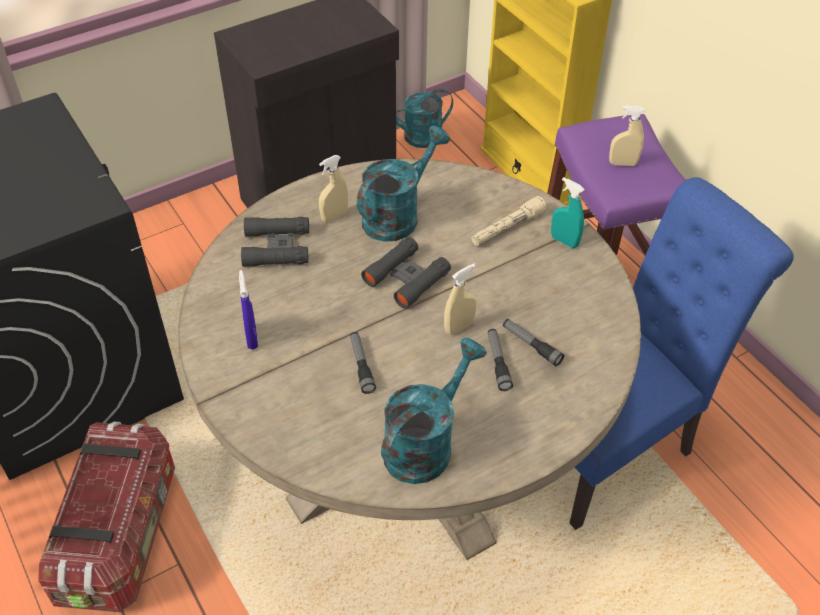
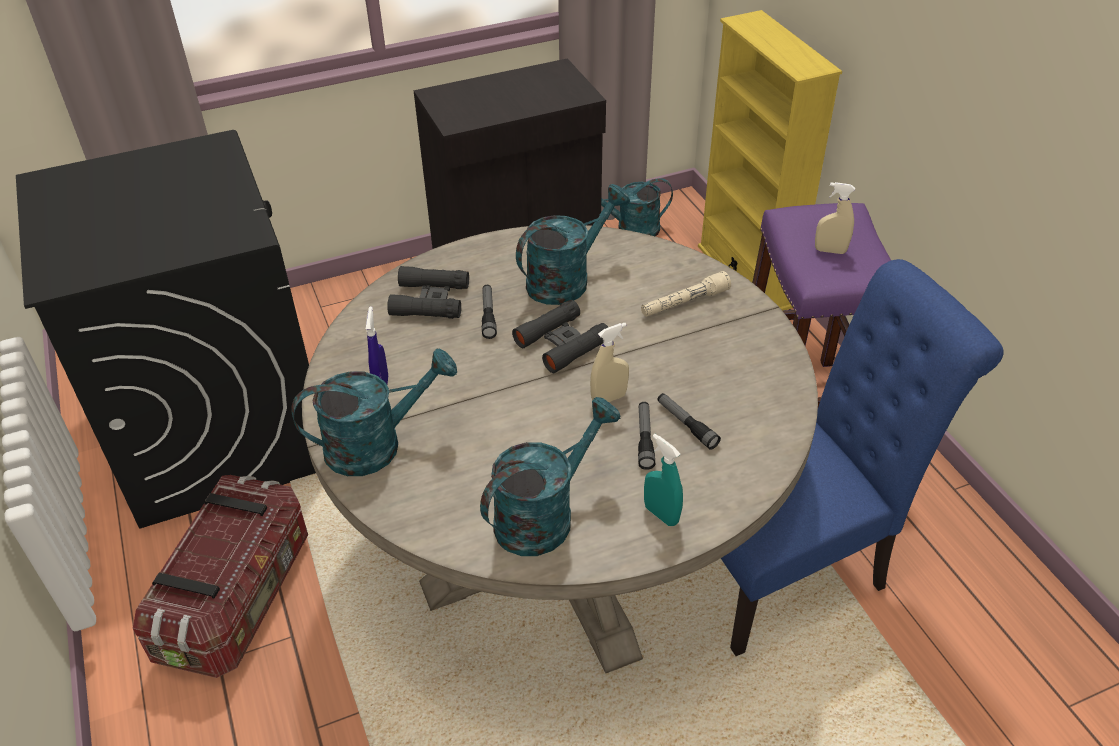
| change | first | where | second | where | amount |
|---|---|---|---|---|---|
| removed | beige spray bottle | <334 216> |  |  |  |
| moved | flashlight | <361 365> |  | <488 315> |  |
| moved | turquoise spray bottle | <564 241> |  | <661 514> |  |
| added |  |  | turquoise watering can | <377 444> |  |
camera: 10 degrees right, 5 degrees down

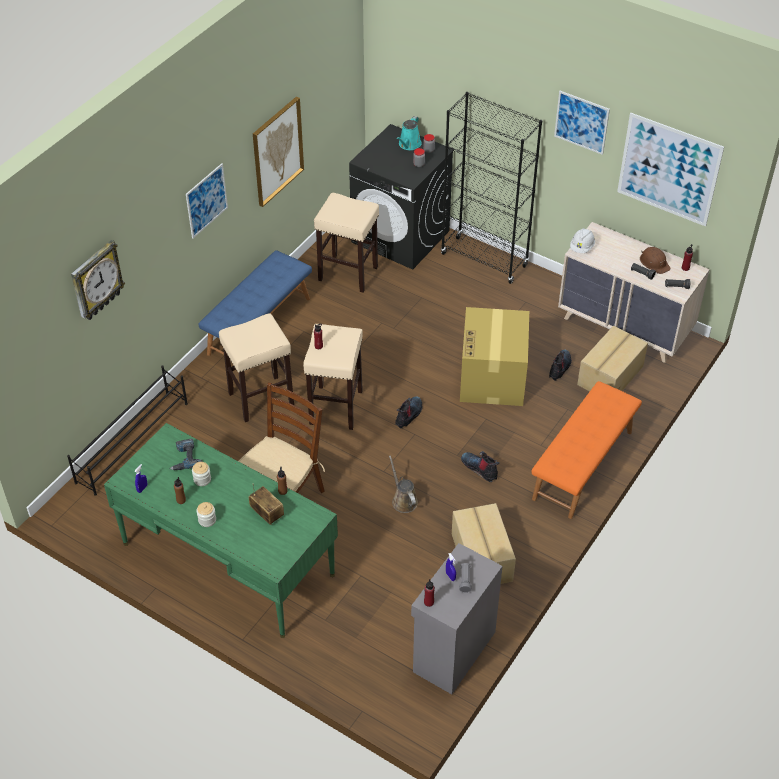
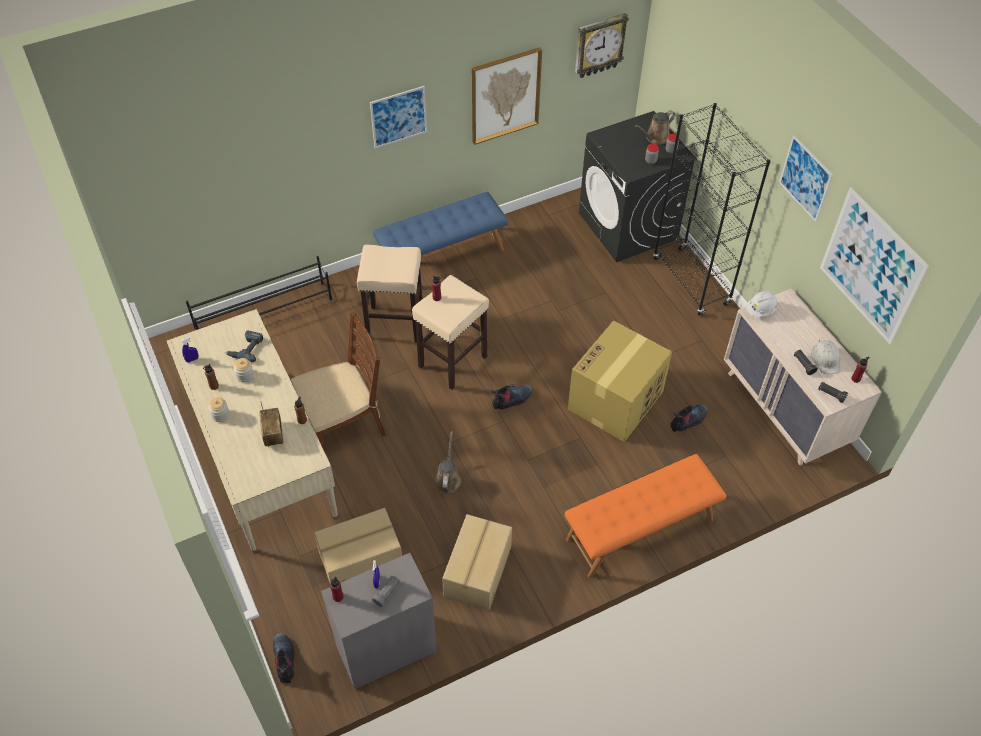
| change | first | where | second | where | amount |
|---|---|---|---|---|---|
| moved | wall clock | <96 281> |  | <599 45> |  |
| recoloured | green desk | <228 559> | beige desk | <262 457> |  |
| removed | beige stool | <349 273> |  |  |  |
| recoloured | turquoise watering can | <409 145> | brown watering can | <655 138> |  |
| moved | boot | <480 469> |  | <285 660> |  |
| moved | cardboard box | <609 375> |  | <360 558> |  |
| recoloured | brown hard hat | <654 263> | white hard hat | <825 359> |  |
camera: 30 degrees right, 5 degrees up

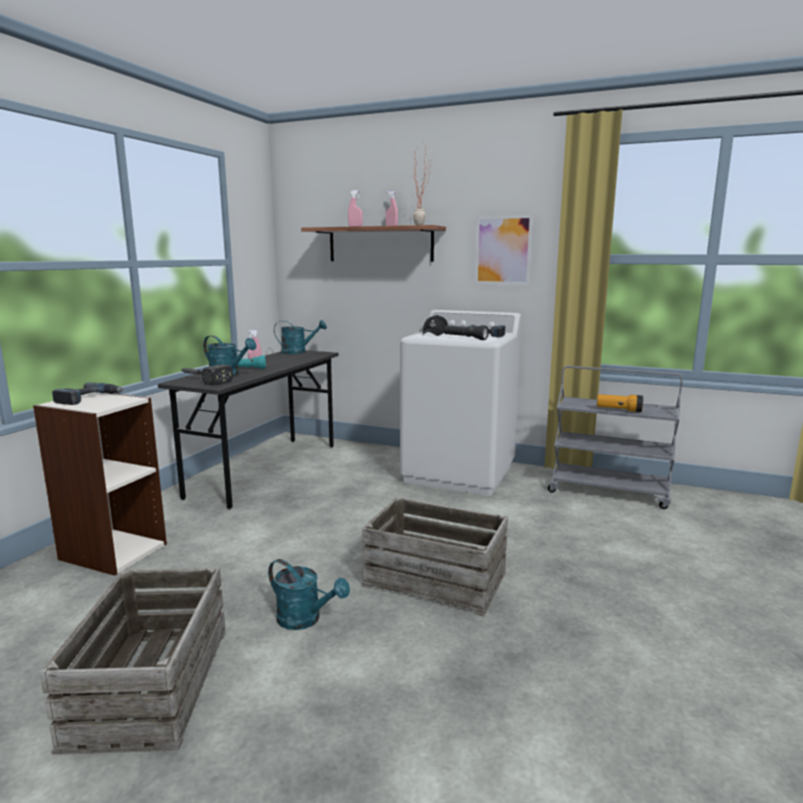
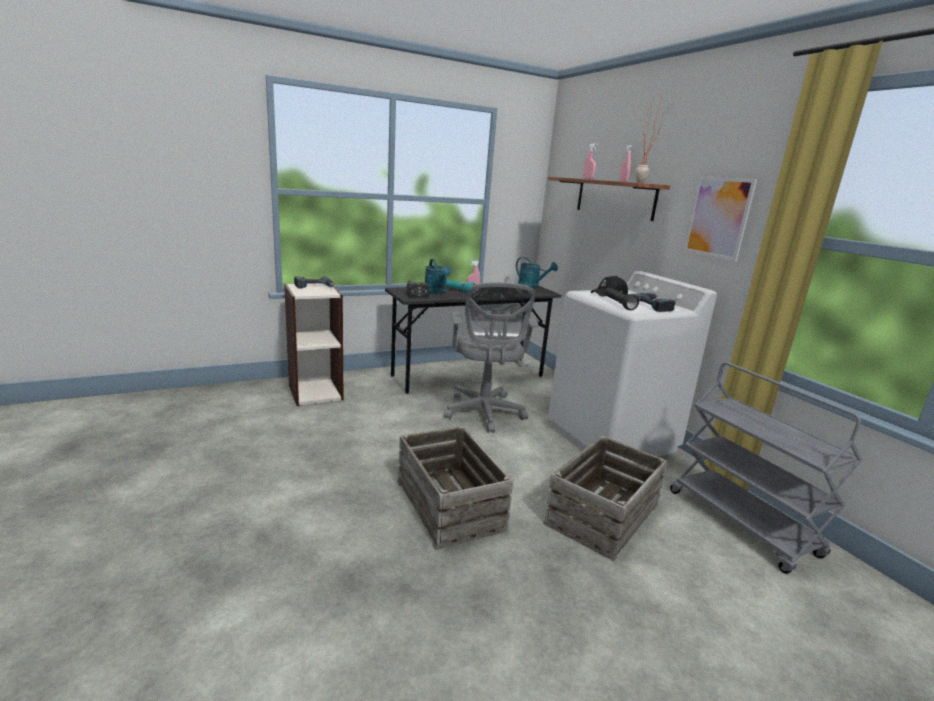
| change | first | where | second | where | amount |
|---|---|---|---|---|---|
| moved | crate | <152 685> |  | <603 515> |  |
| removed | turquoise watering can | <305 619> |  |  |  |
| removed | flashlight | <619 410> |  |  |  |
| added |  |  | grey office chair | <484 413> |  |
camera: 40 degrees right, 5 degrees up

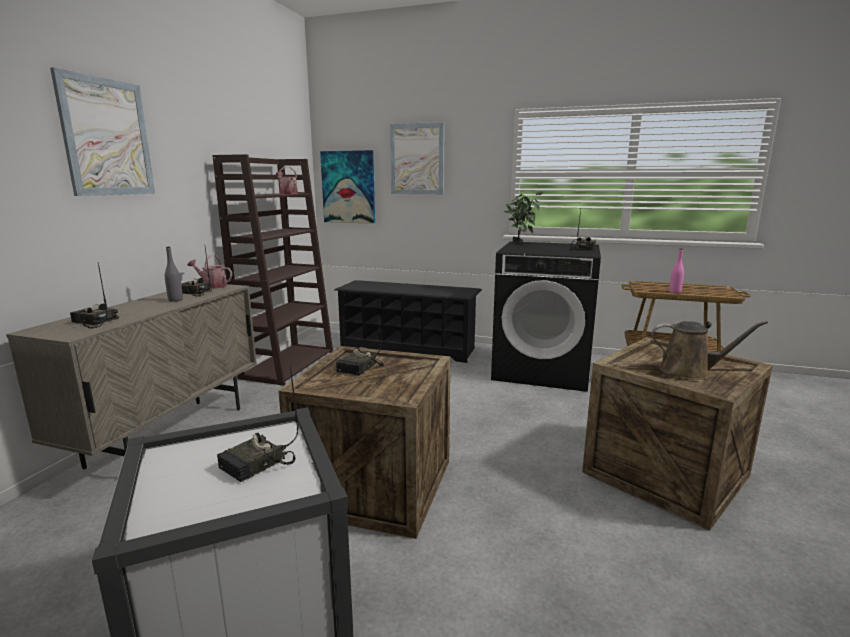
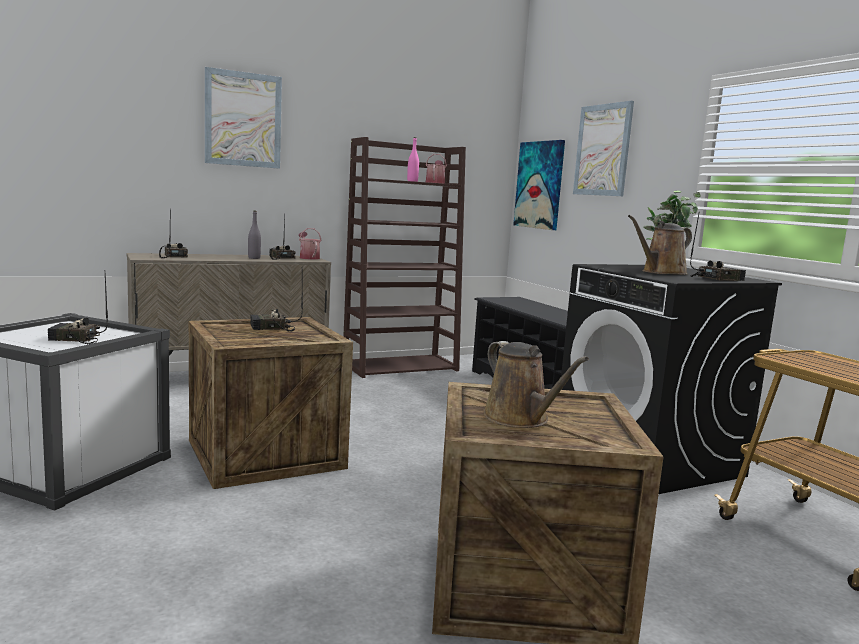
| change | first | where | second | where | amount |
|---|---|---|---|---|---|
| moved | pink bottle | <675 292> |  | <412 181> |  |
| added |  |  | brown watering can | <661 272> |  |
camera: 45 degrees right, 5 degrees down

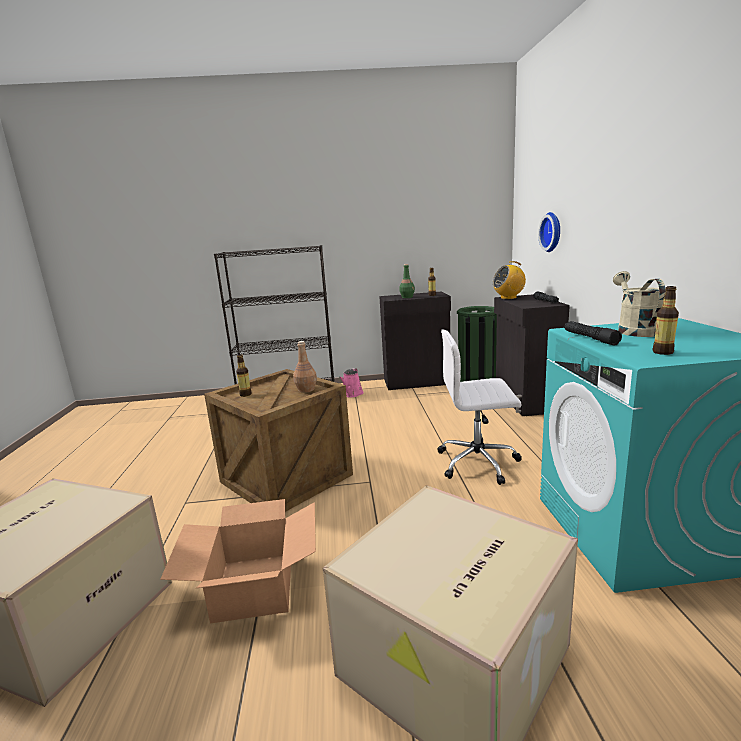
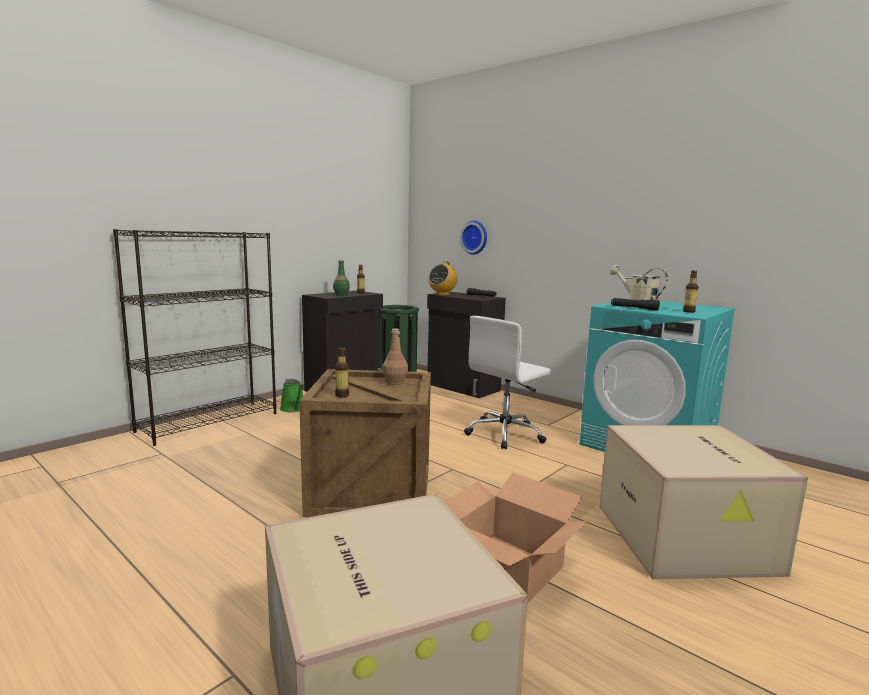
| change | first | where | second | where | amount |
|---|---|---|---|---|---|
| recoloured | pink watering can | <351 394> | green watering can | <294 409> |  |
camera: 45 degrees left, 5 degrees down

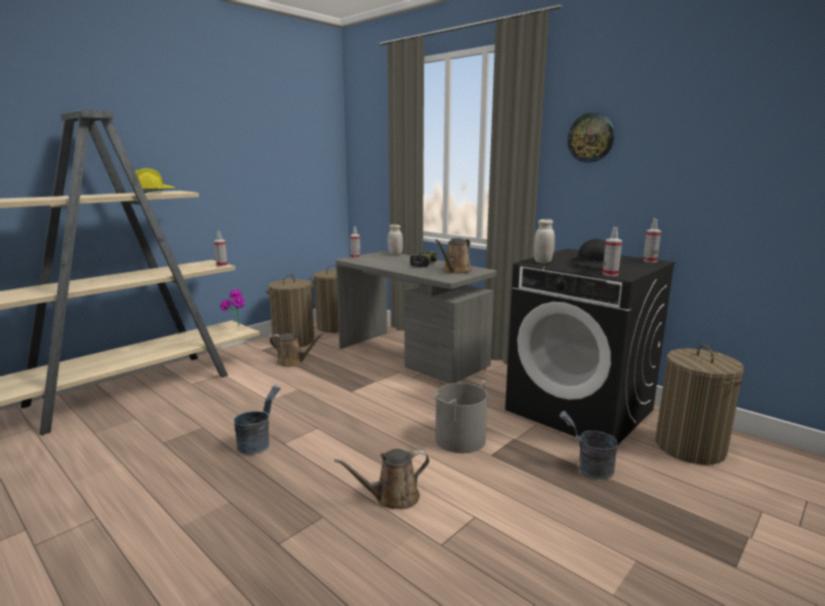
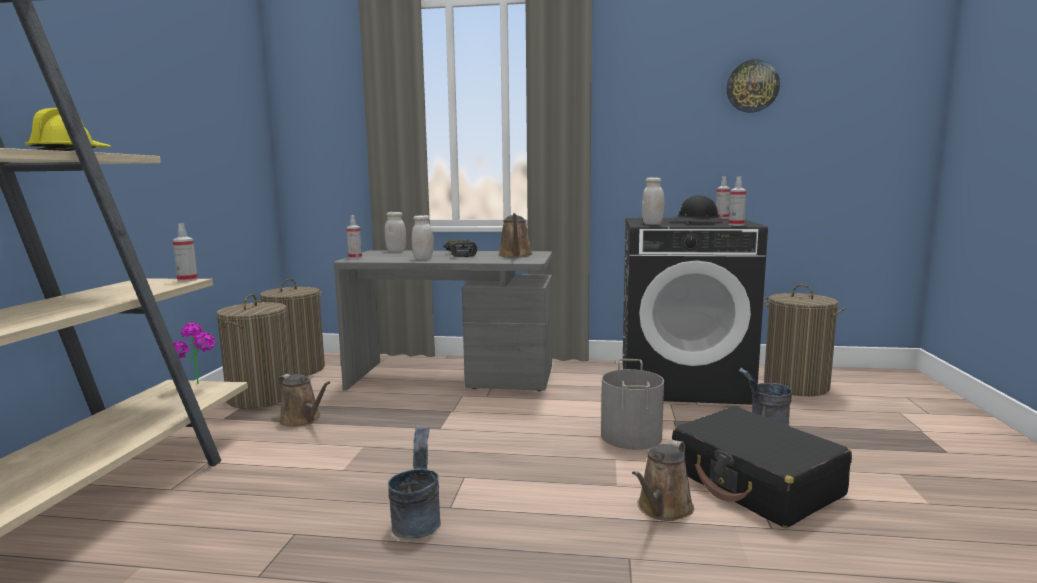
| change | first | where | second | where | amount |
|---|---|---|---|---|---|
| turned | brown watering can | <293 362> |  | <302 420> | 60 degrees clockwise |
| moved | wall clock | <591 138> |  | <752 86> |  |
| added |  |  | white jar | <423 258> |  |
| added |  |  | black suitcase | <755 483> |  |
camera: 35 degrees left, 5 degrees down

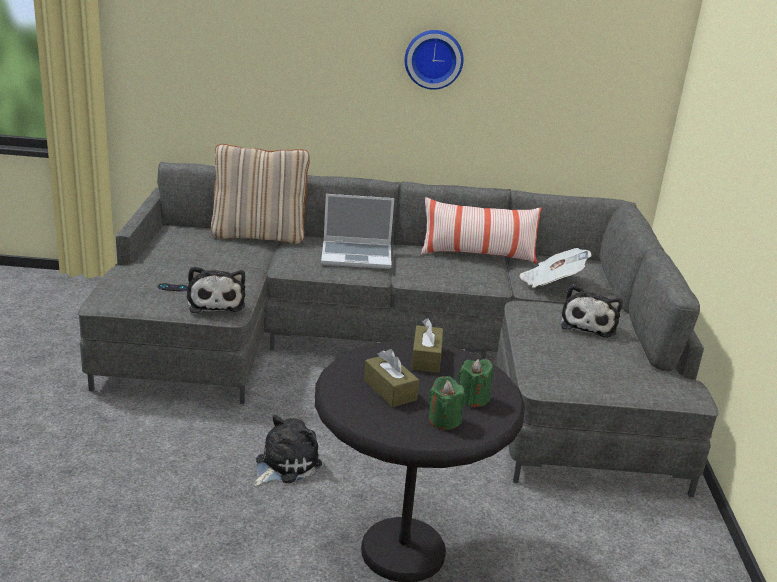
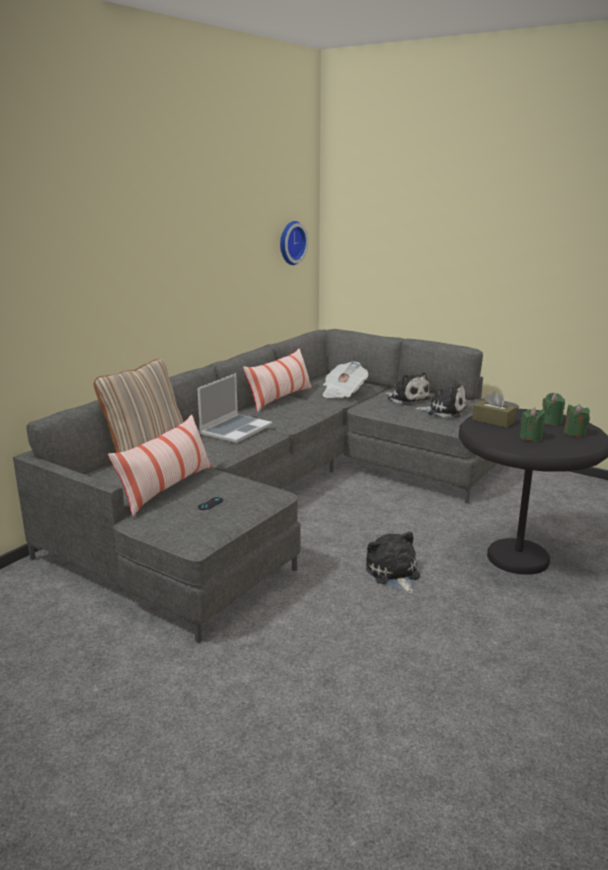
| change | first | where | second | where | amount |
|---|---|---|---|---|---|
| moved | plush toy | <216 302> |  | <444 411> |  |
| replaced | brown tissue box | <390 390> | green candle | <530 437> |  |
| moved | wall clock | <433 59> |  | <290 243> |  |
| added |  |  | pillow | <167 488> |  |
camera: 55 degrees left, 5 degrees down

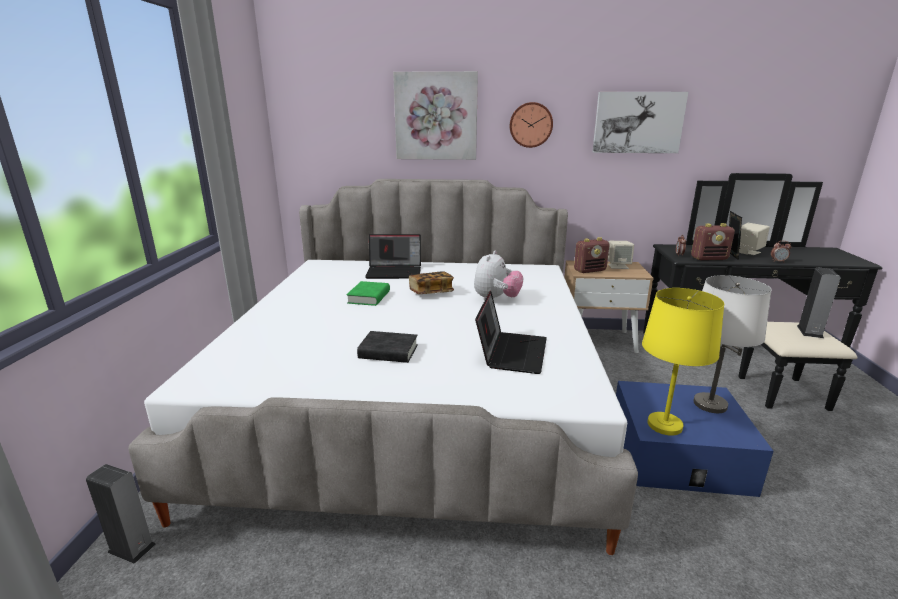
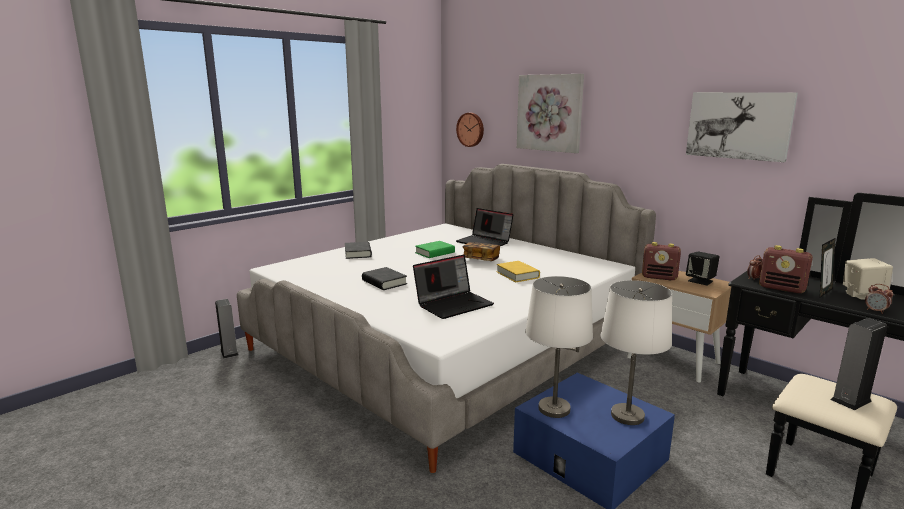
| change | first | where | second | where | amount |
|---|---|---|---|---|---|
| replaced | plush toy | <496 299> | yellow book | <517 275> |  |
| moved | wall clock | <530 125> |  | <471 129> |  |
| recoloured | beige speaker | <618 266> | black speaker | <700 281> |  |
| recoloured | yellow table lamp | <665 425> | white table lamp | <554 409> |  |
| added |  |  | black book | <358 253> |  |
camera: 40 degrees right, 5 degrees down

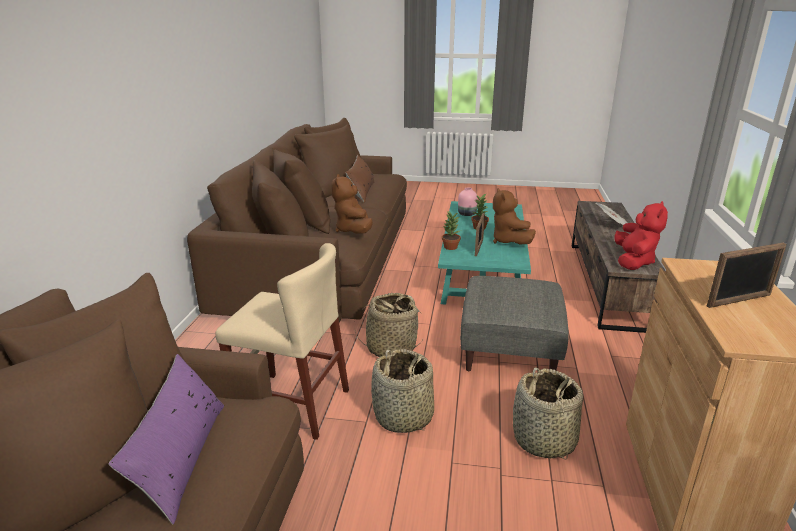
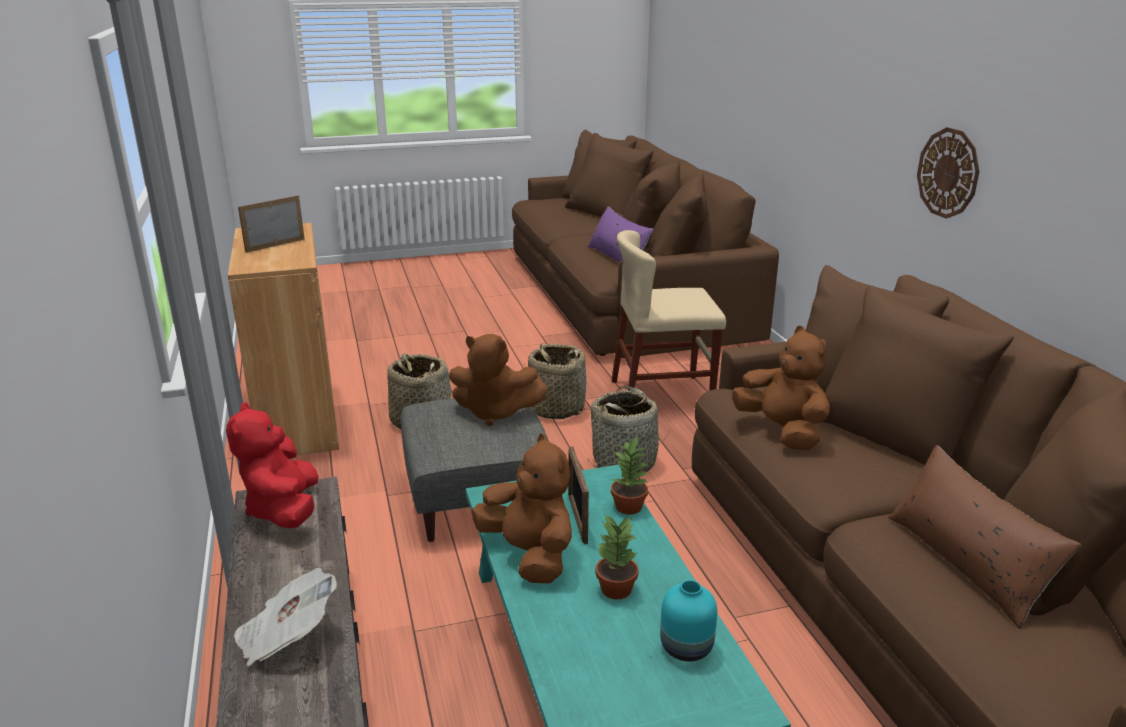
| change | first | where | second | where | amount |
|---|---|---|---|---|---|
| recoloured | pink vase | <466 214> | turquoise vase | <687 647> |  |
| added |  |  | brown plush toy | <495 413> |  |
| added |  |  | wall clock | <948 173> |  |
camera: 155 degrees right, 0 degrees up

